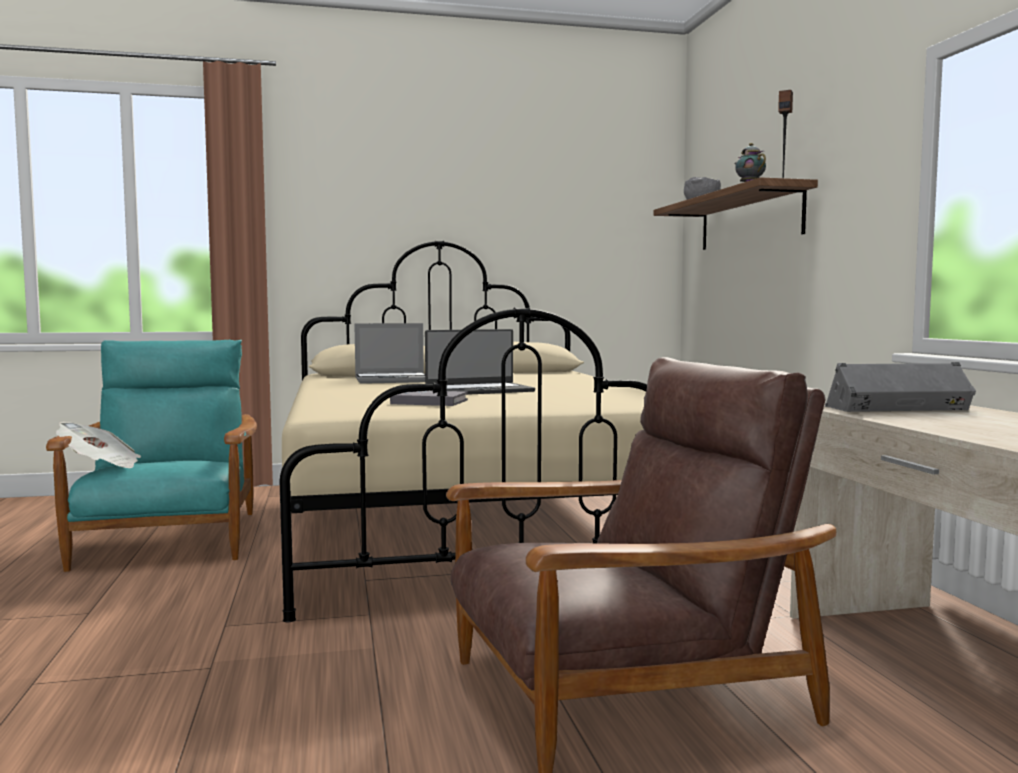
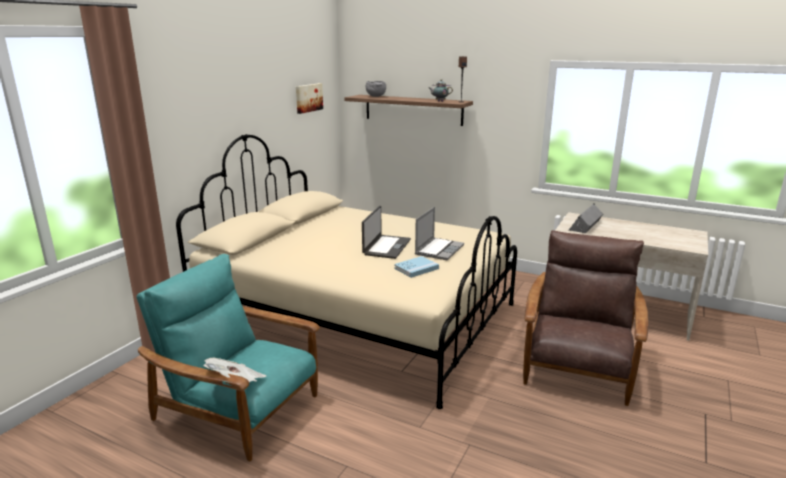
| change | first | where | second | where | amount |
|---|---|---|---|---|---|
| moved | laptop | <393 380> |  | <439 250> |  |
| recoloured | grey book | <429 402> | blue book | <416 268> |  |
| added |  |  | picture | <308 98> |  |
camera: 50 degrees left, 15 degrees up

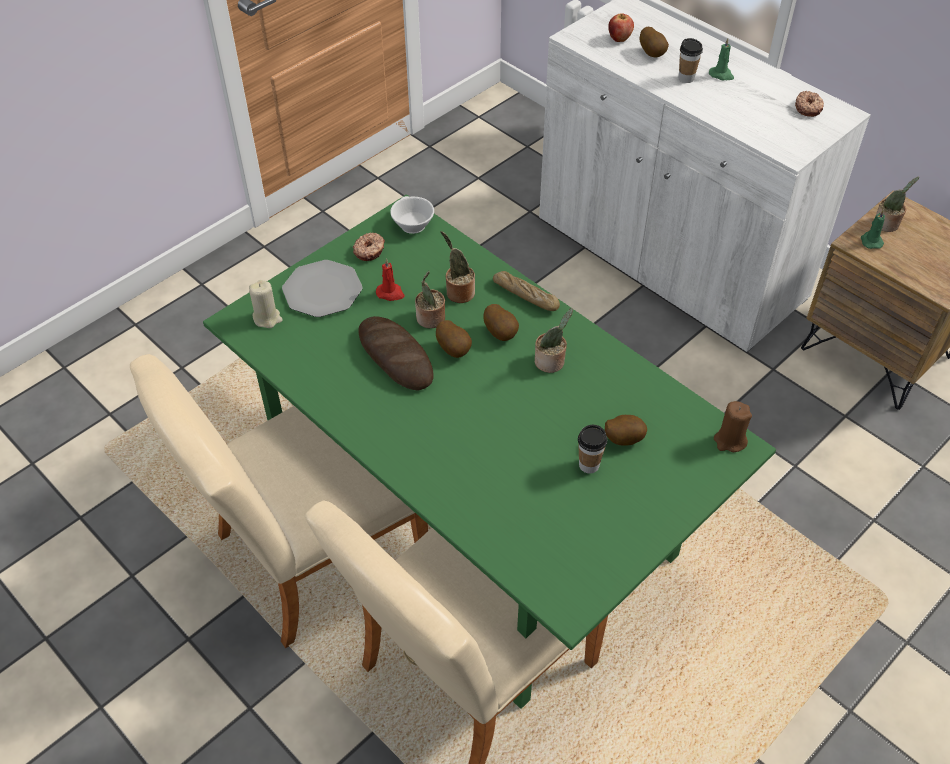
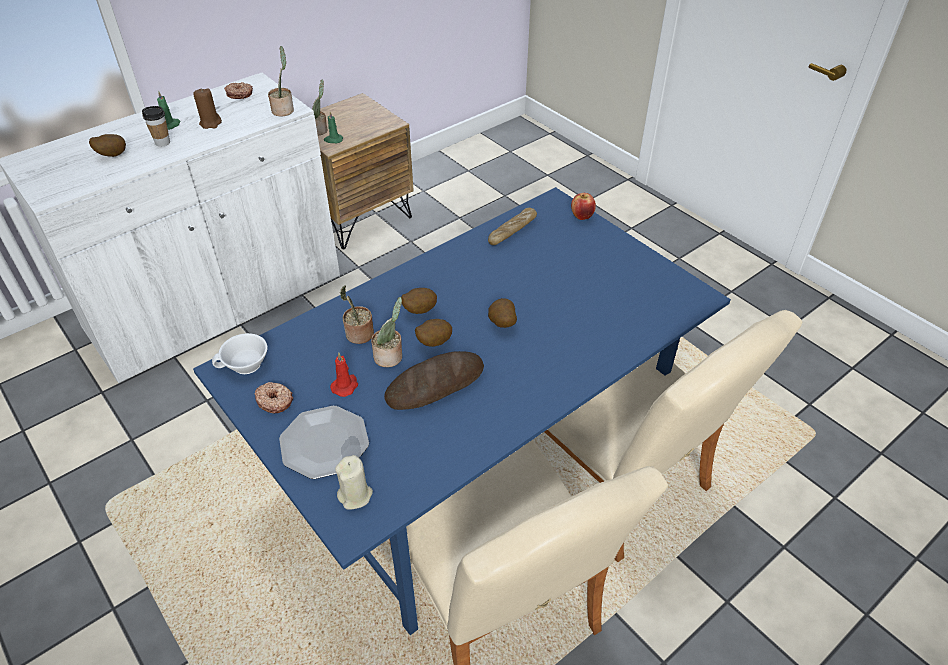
| change | first | where | second | where | amount |
|---|---|---|---|---|---|
| recoloured | green dining table | <472 520> | blue dining table | <473 470> |  |
| moved | bread | <525 296> |  | <512 231> |  |
| moved | potted plant | <551 362> |  | <284 110> |  |
| removed | cup | <589 465> |  |  |  |
| moved | potato | <622 439> |  | <501 324> |  |
| moved | apple | <619 39> |  | <582 216> |  |
| moved | brown candle | <729 441> |  | <210 123> |  |
camera: 85 degrees left, 5 degrees down

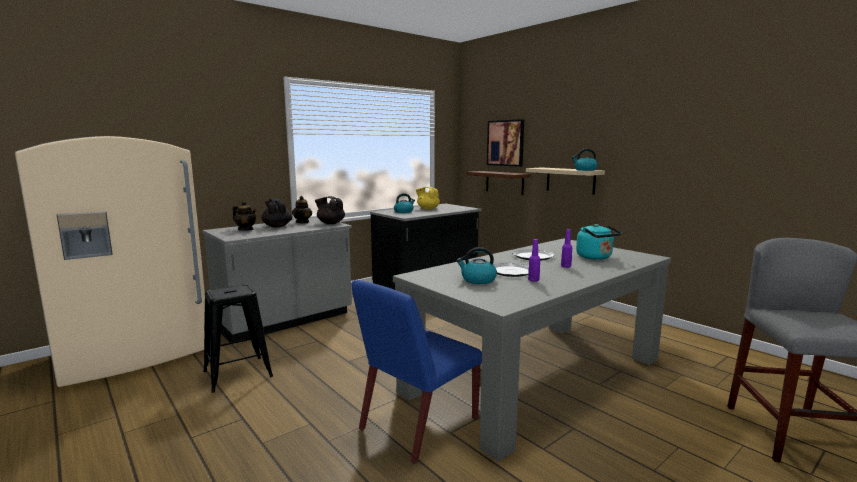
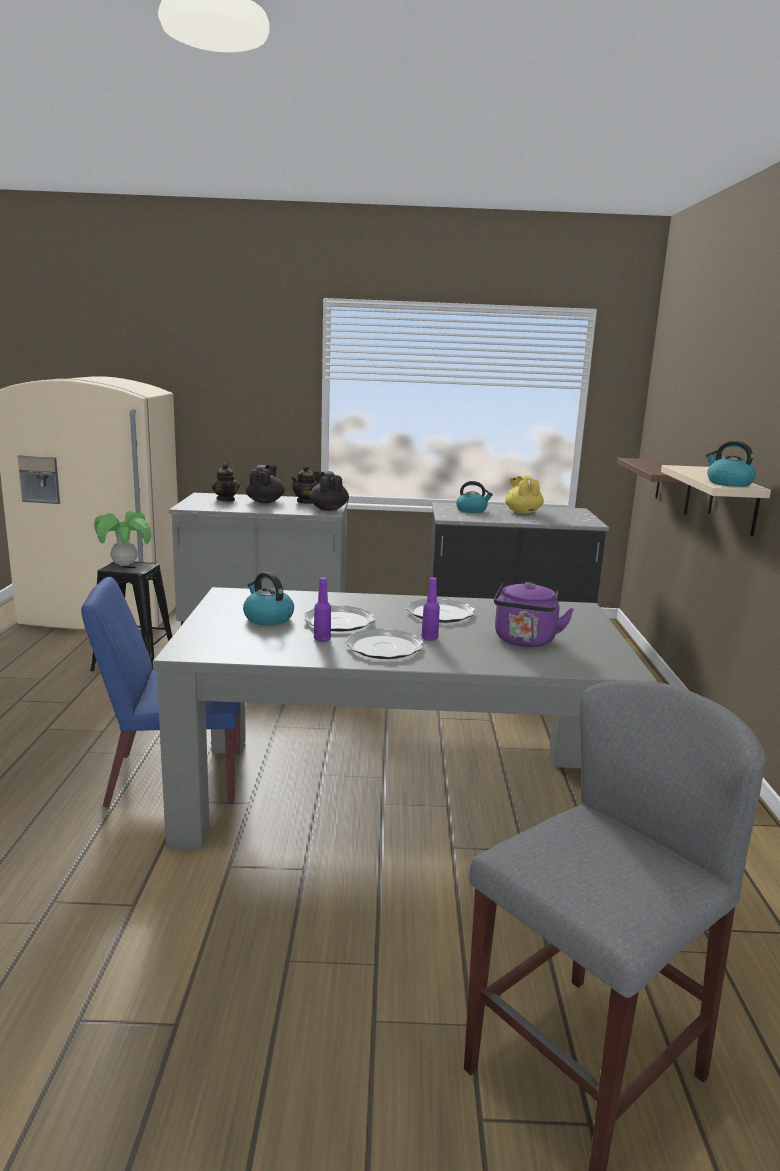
| change | first | where | second | where | amount |
|---|---|---|---|---|---|
| removed | picture | <505 143> |  |  |  |
| recoloured | turquoise kettle | <596 257> | purple kettle | <525 641> |  |
| added |  |  | potted plant | <124 564> |  |
| added |  |  | plate | <384 647> |  |
camera: 40 degrees right, 5 degrees up

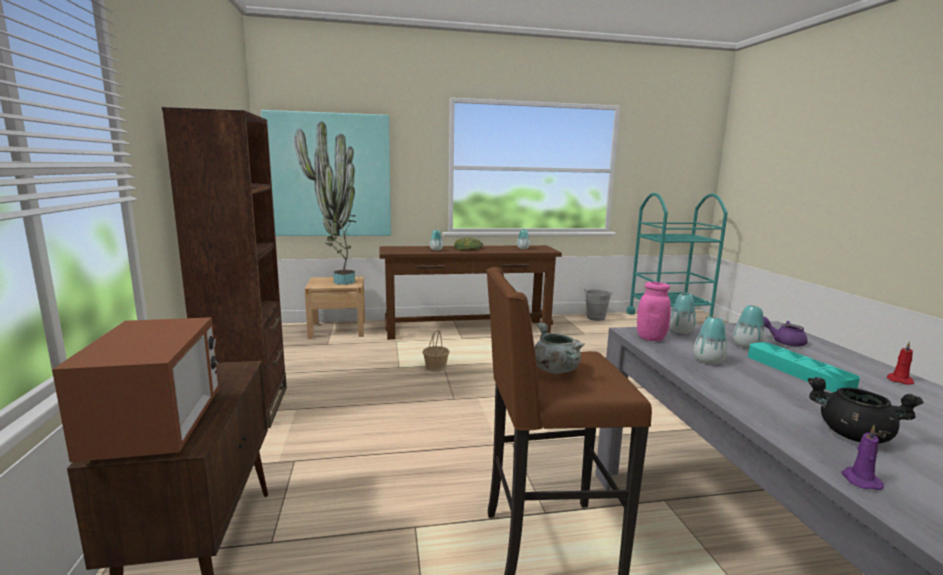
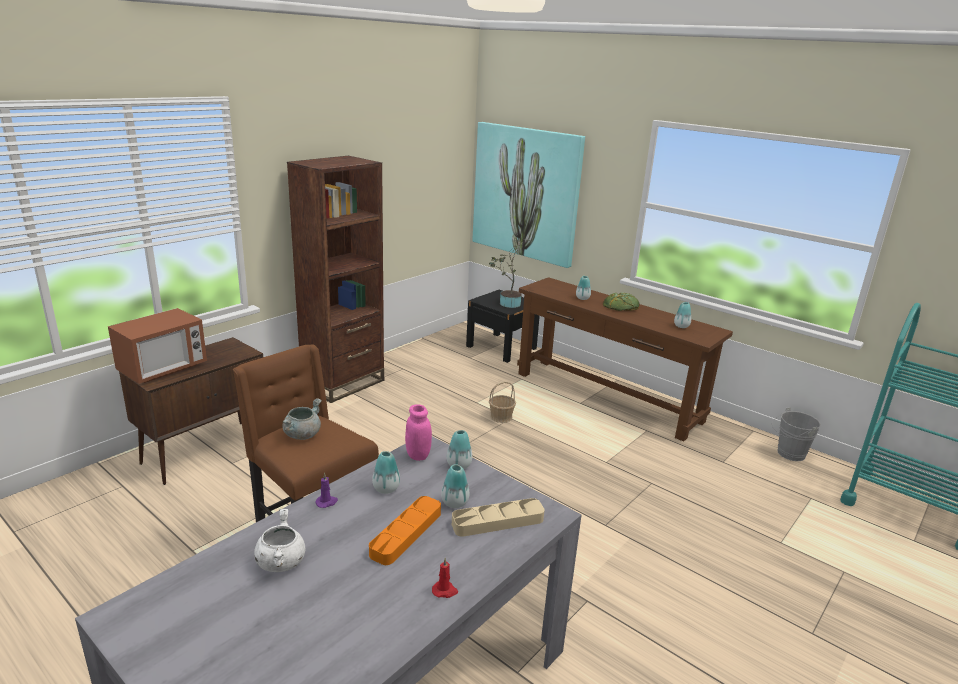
| change | first | where | second | where | amount |
|---|---|---|---|---|---|
| recoloured | beige nightstand | <337 329> | black nightstand | <501 347> |  |
| recoloured | turquoise tray | <797 372> | orange tray | <406 533> |  |
| replaced | purple teapot | <783 341> | beige tray | <497 521> |  |
| recoloured | black cooking pot | <853 436> | white cooking pot | <281 562> |  |
| moved | purple candle | <859 480> |  | <327 502> |  |
camera: 50 degrees right, 10 degrees up

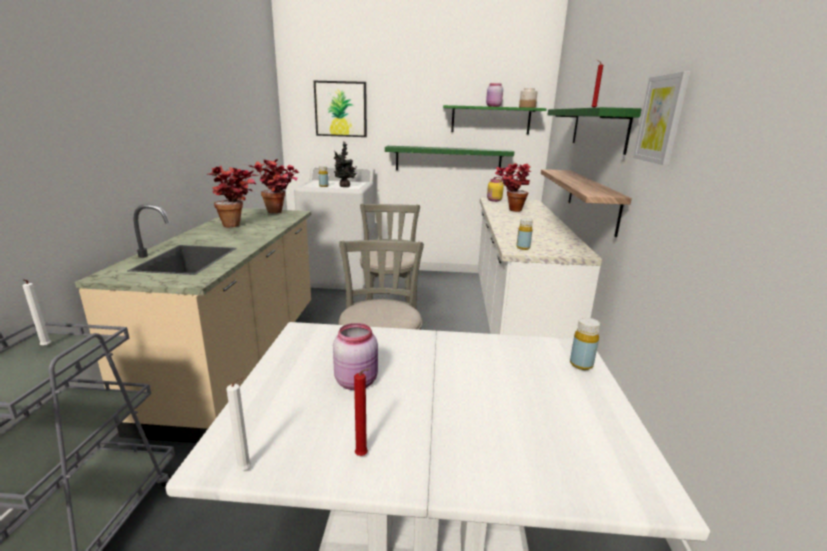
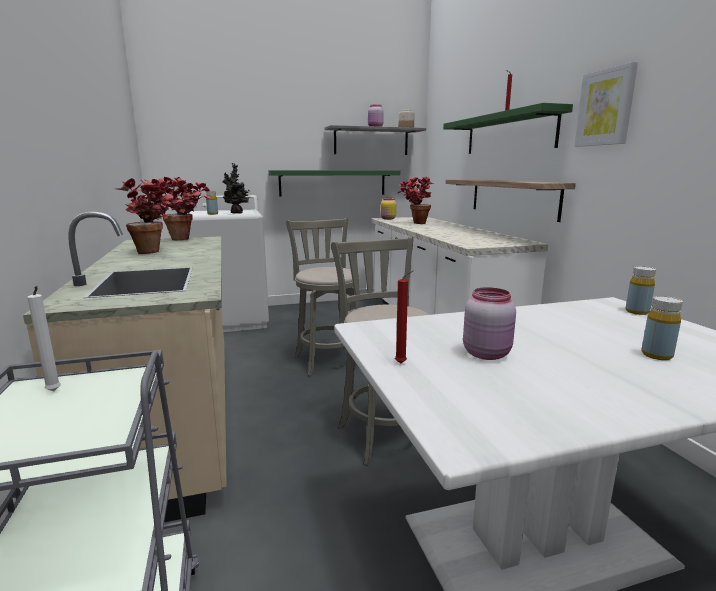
| change | first | where | second | where | amount |
|---|---|---|---|---|---|
| removed | white candle | <246 470> |  |  |  |
| removed | picture | <341 109> |  |  |  |
| moved | red candle | <363 456> |  | <402 363> |  |
| recoloured | green shelf | <490 120> | grey shelf | <371 141> |  |
| moved | yellow bottle | <523 248> |  | <656 355> |  |
camera: 20 degrees left, 5 degrees down

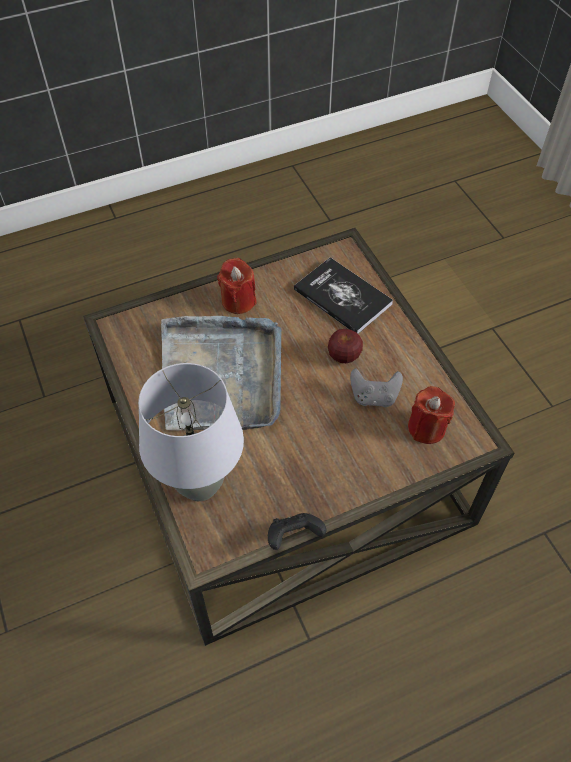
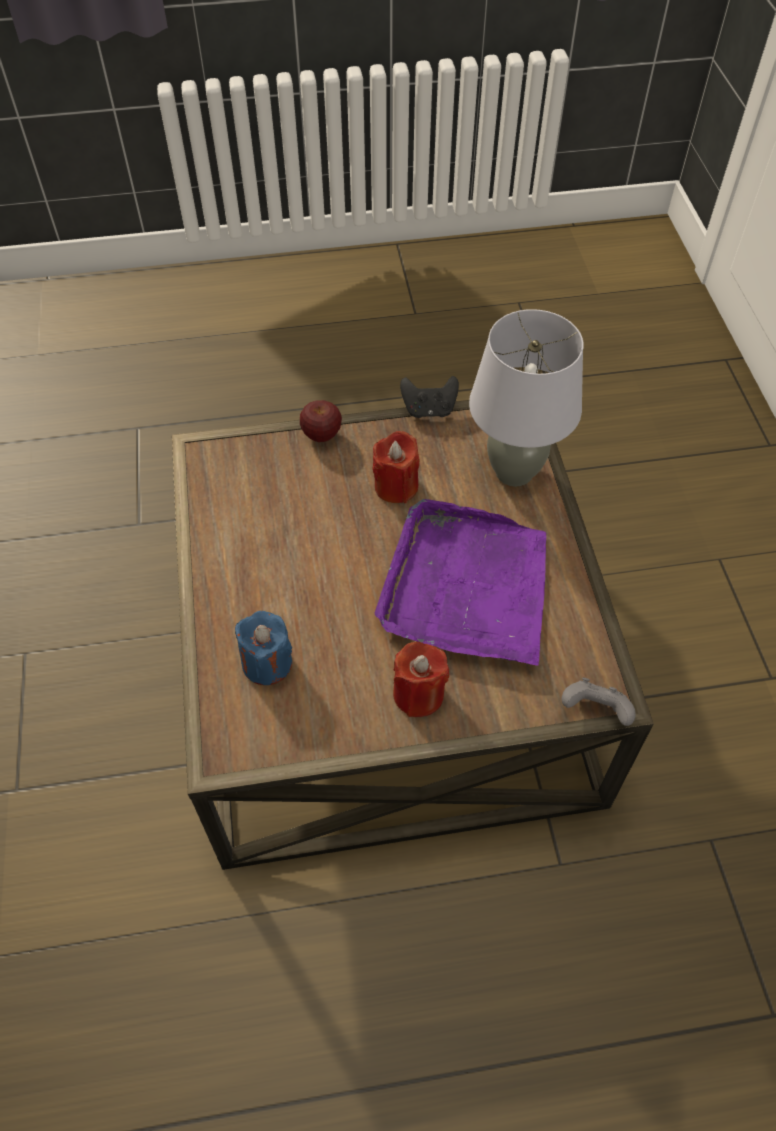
| change | first | where | second | where | amount |
|---|---|---|---|---|---|
| recoloured | grey tray | <221 375> | purple tray | <466 587> |  |
| replaced | book | <342 297> | blue candle | <267 663> |  |
| moved | apple | <344 356> |  | <321 434> |  |
| moved | grey game controller | <374 397> |  | <595 711> |  |
| moved | red candle | <426 428> |  | <396 486> |  |
camera: 165 degrees left, 0 degrees up

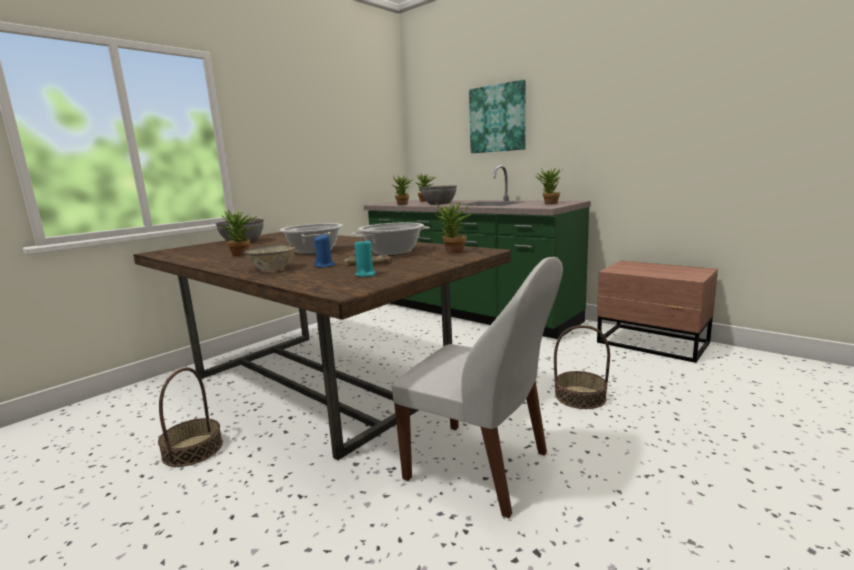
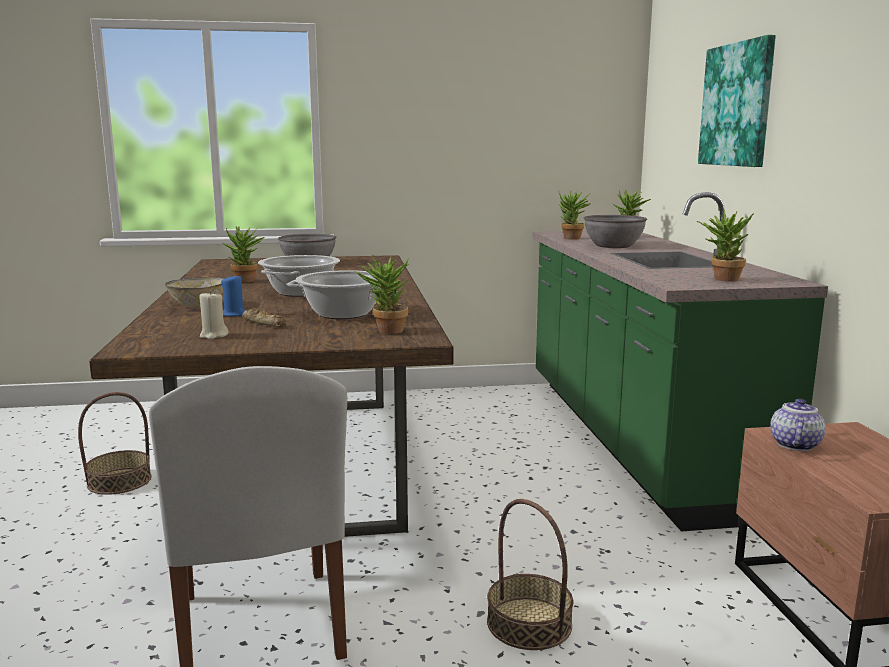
| change | first | where | second | where | amount |
|---|---|---|---|---|---|
| recoloured | turquoise candle | <365 274> | beige candle | <213 335> |  |
| added |  |  | teapot | <794 444> |  |
camera: 40 degrees right, 0 degrees up

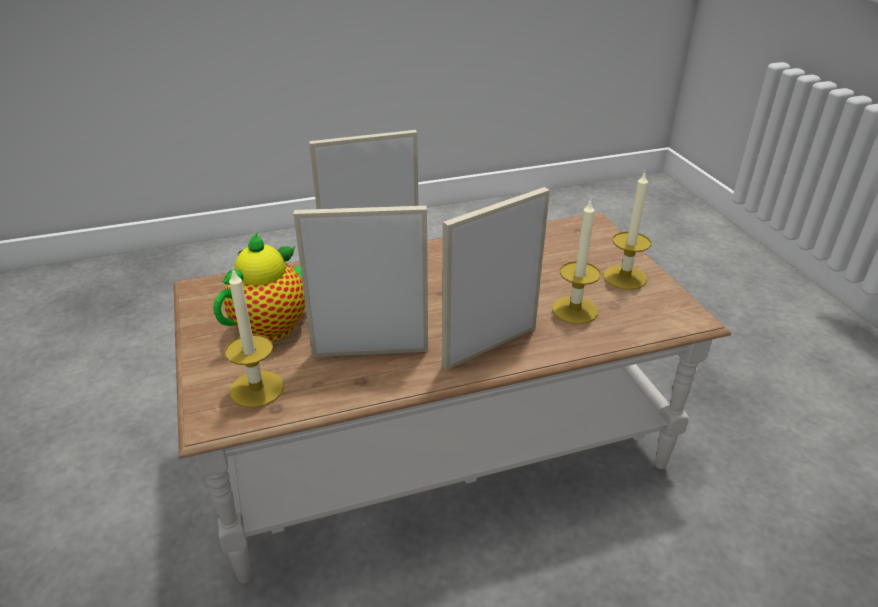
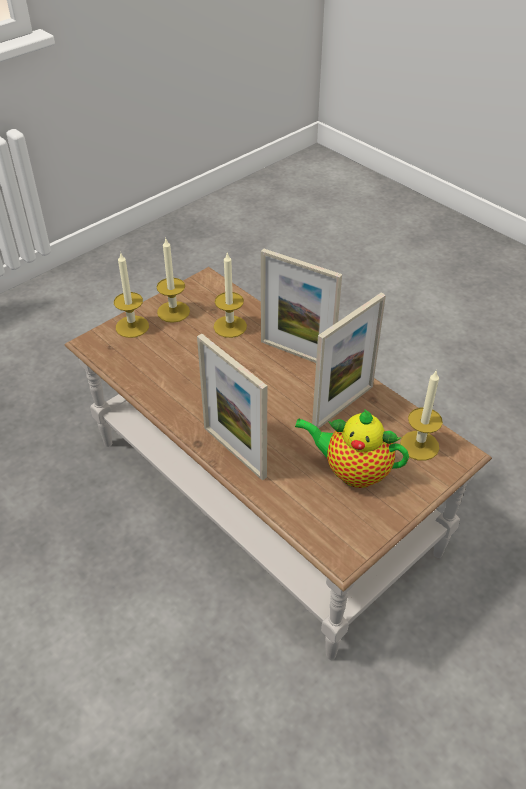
| change | first | where | second | where | amount |
|---|---|---|---|---|---|
| turned | picture frame | <370 352> |  | <343 406> | 105 degrees counterclockwise |
| added |  |  | candle | <132 326> |  |
camera: 115 degrees left, 10 degrees up

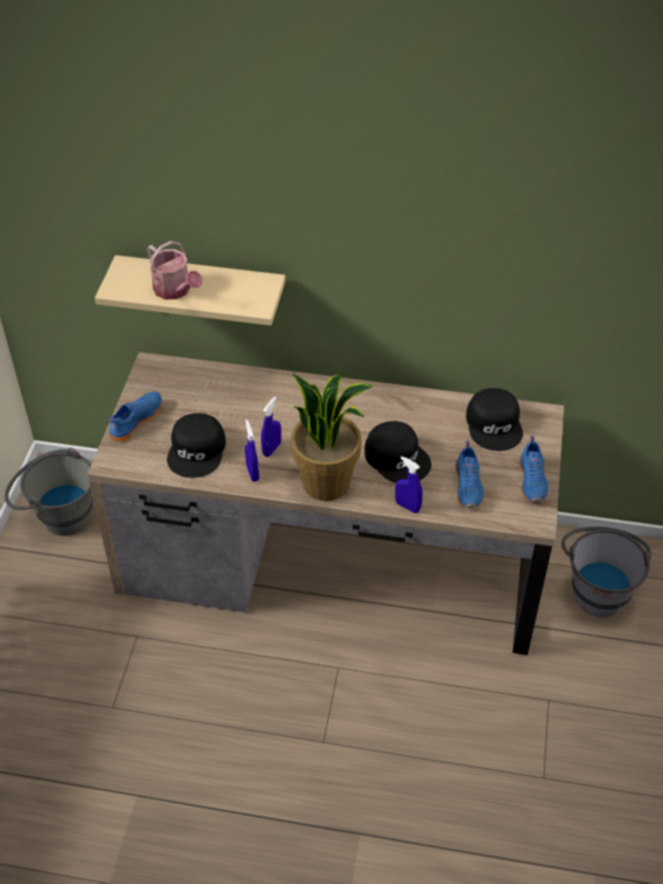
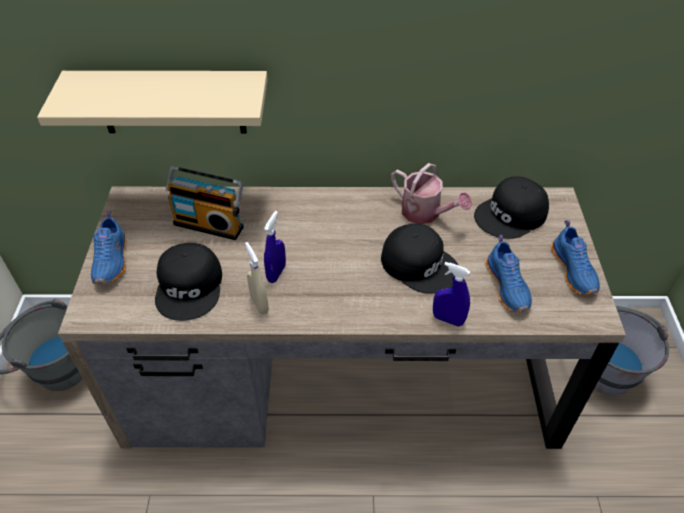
| change | first | where | second | where | amount |
|---|---|---|---|---|---|
| turned | blue shoe | <135 420> |  | <112 261> | 150 degrees clockwise |
| moved | watering can | <175 290> |  | <425 213> |  |
| recoloured | blue spray bottle | <252 473> | beige spray bottle | <259 304> |  |
| removed | potted plant | <327 482> |  |  |  |
| turned | black cap | <495 424> |  | <511 215> | 75 degrees clockwise |
| added |  |  | radio | <210 223> |  |
camera: 10 degrees left, 0 degrees up

